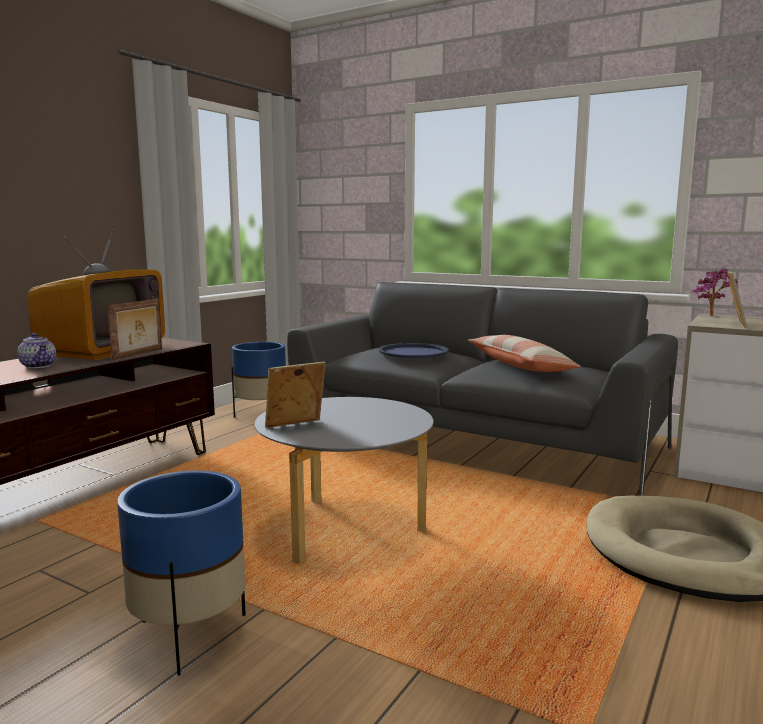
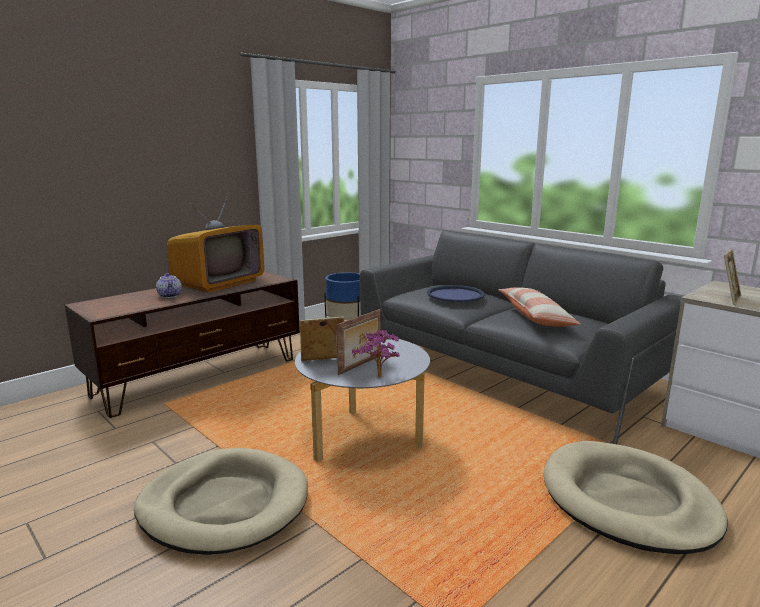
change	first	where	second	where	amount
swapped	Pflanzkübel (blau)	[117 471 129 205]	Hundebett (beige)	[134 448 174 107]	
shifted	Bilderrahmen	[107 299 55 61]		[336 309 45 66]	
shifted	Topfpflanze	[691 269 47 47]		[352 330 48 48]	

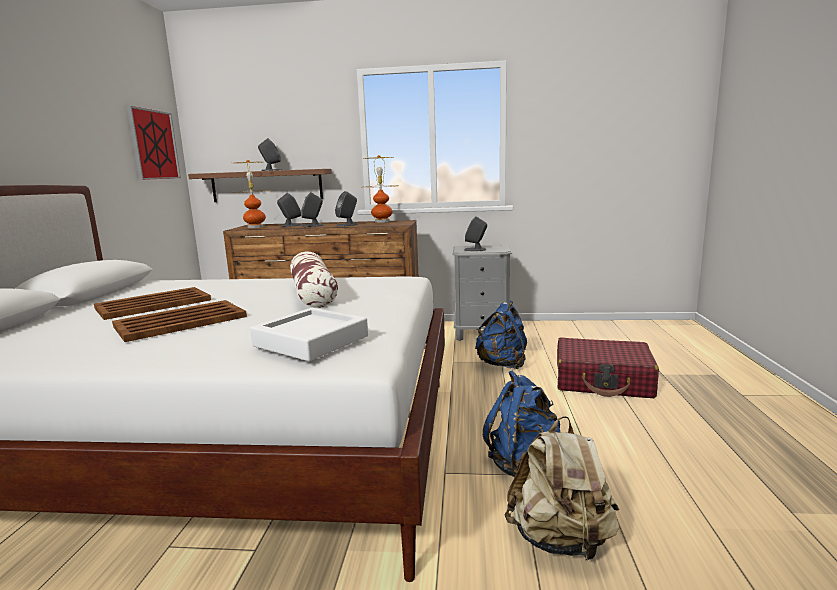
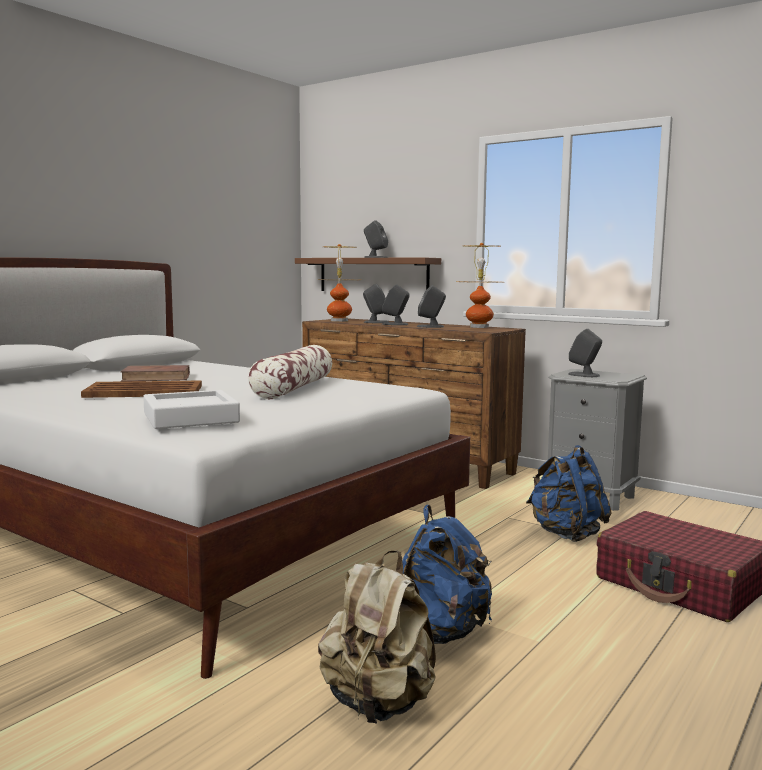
change	first	where	second	where	amount
swapped	Tablett (braun)	[94 287 117 33]	Buch (braun)	[120 365 70 17]	
gone	Bild	[127 106 54 74]			

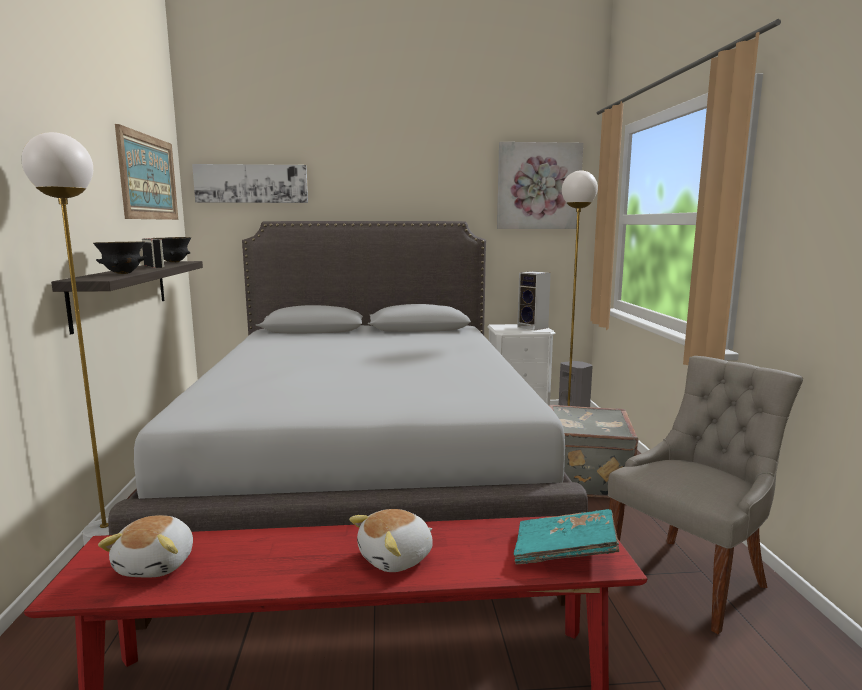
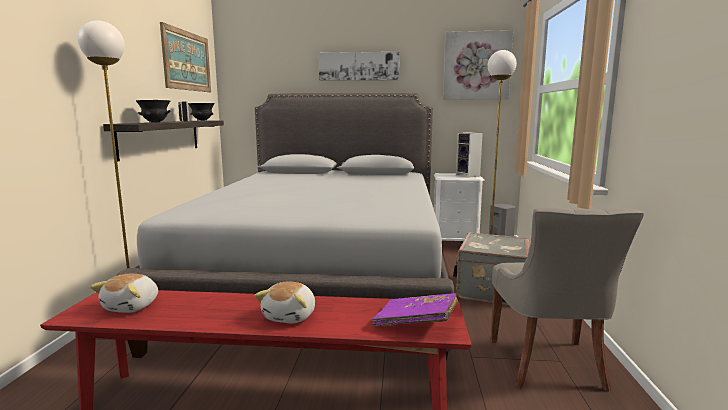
change	first	where	second	where	amount
rotated	Plüschtier	[349 509 84 63]		[254 282 61 41]	45 degrees counterclockwise
shifted	Bild	[192 164 116 39]		[319 52 80 29]	
repainted	Buch (türkis)	[514 509 105 56]	Buch (lila)	[372 293 86 33]	
rotated	Stuhl (grau)	[608 356 195 278]		[491 207 153 185]	120 degrees clockwise

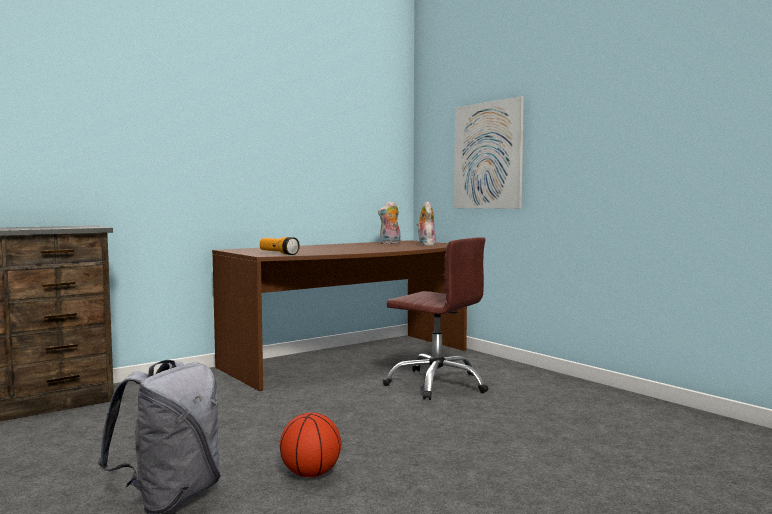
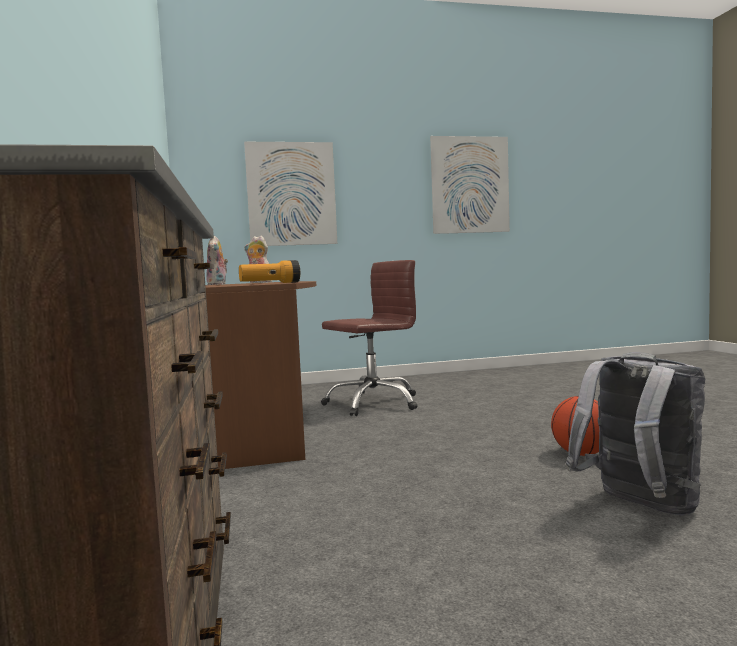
change	first	where	second	where	amount
new			Bild	[430 136 80 98]	

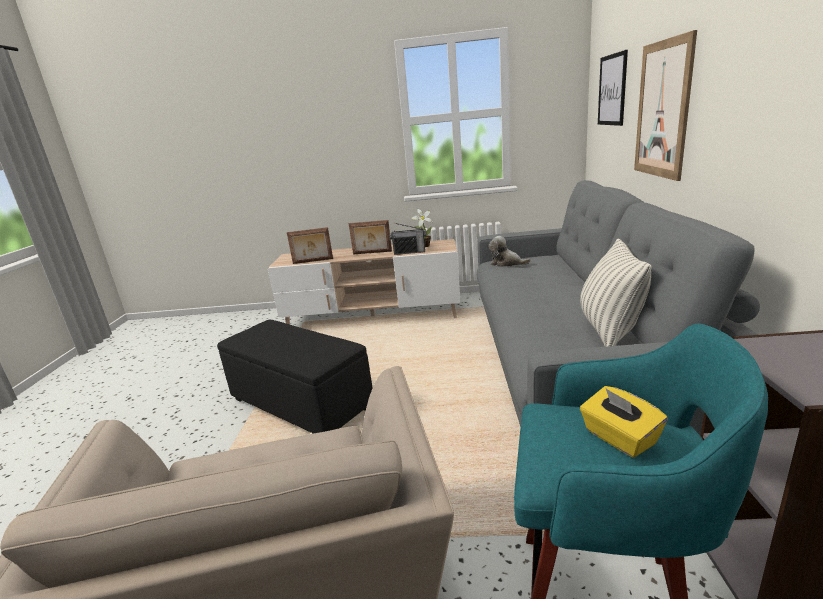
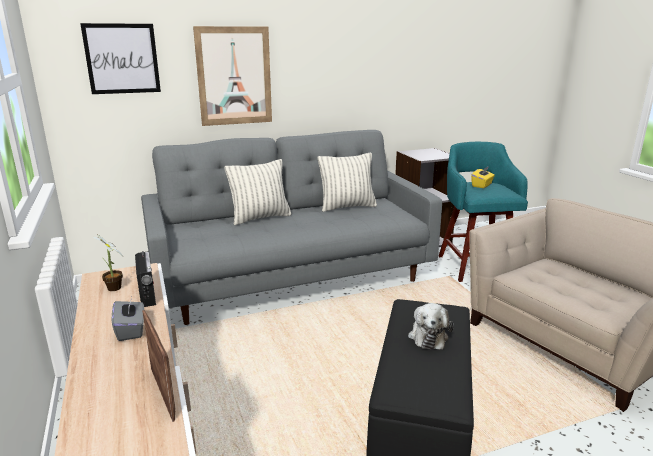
change	first	where	second	where	amount
swapped	Bilderrahmen	[349 220 43 34]	Taschentuchbox (grau)	[112 297 32 44]	
new			Kissen	[225 159 67 66]	
shifted	Plüschtier	[489 236 42 31]		[408 303 46 46]	

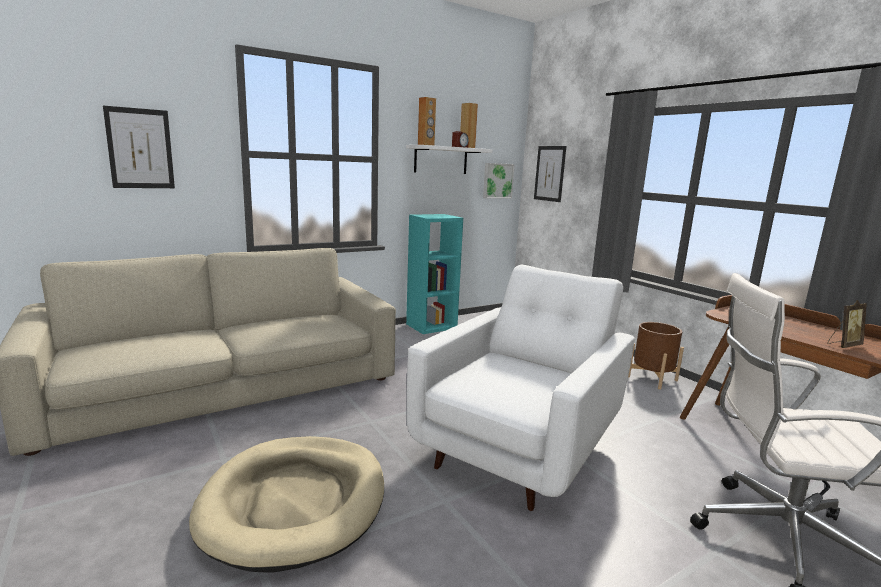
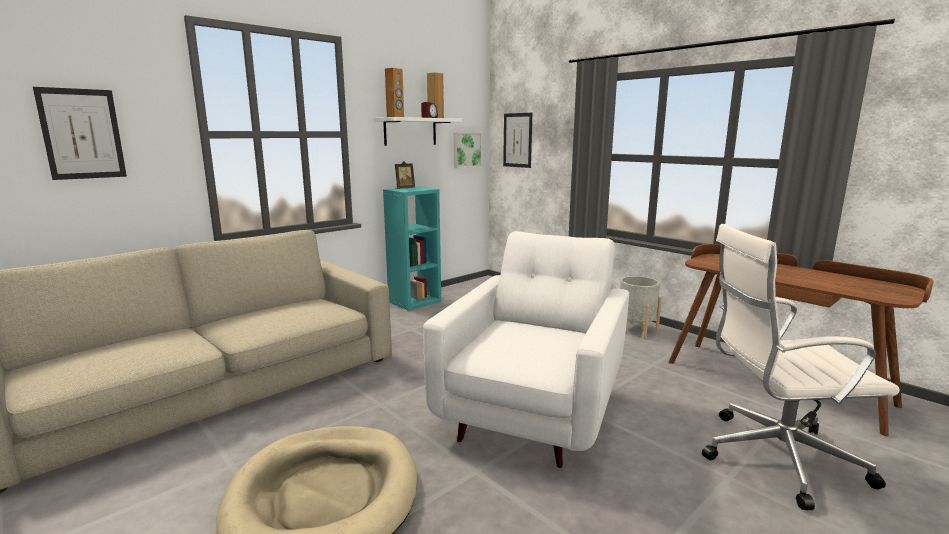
change	first	where	second	where	amount
shifted	Bilderrahmen	[827 300 40 48]		[395 161 20 28]	
repainted	Pflanzkübel (braun)	[628 322 56 68]	Pflanzkübel (grau)	[620 276 42 63]	

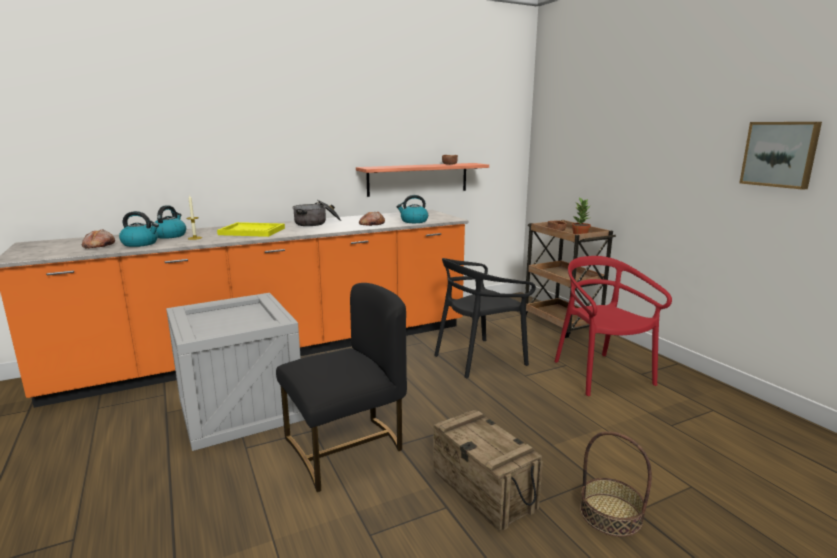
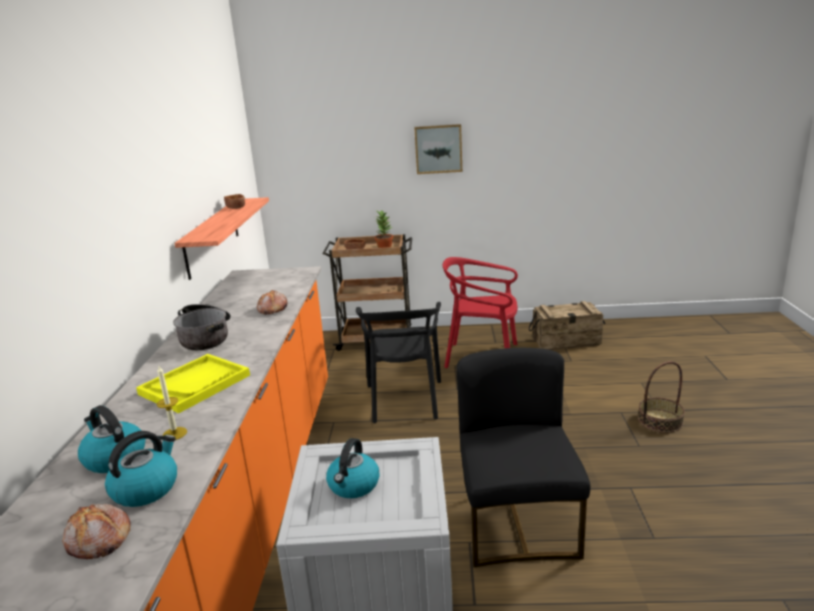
change	first	where	second	where	amount
shifted	Wasserkessel	[396 195 32 28]		[326 438 53 60]	
shifted	Bild	[740 122 82 68]		[414 124 48 50]	
shifted	Kiste	[433 409 110 122]		[529 301 76 49]	

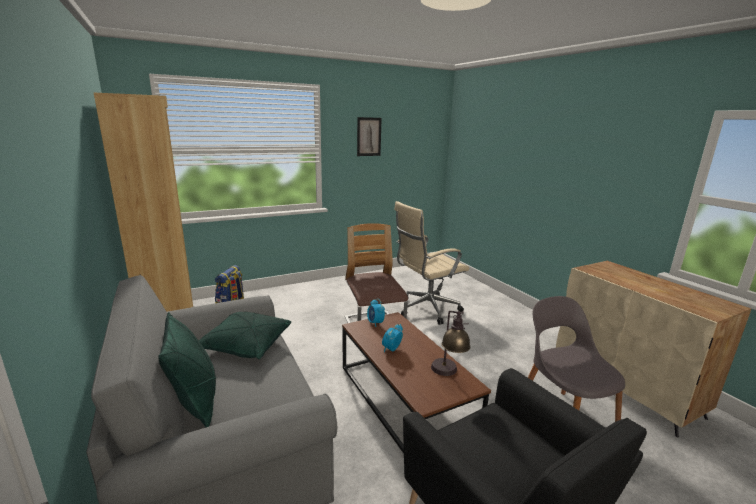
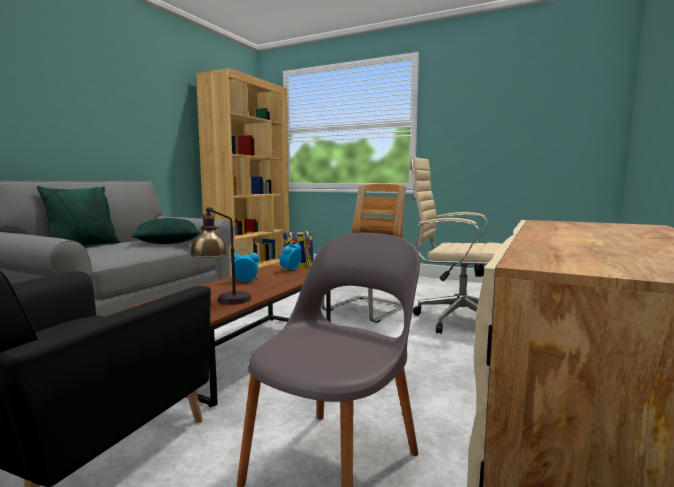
change	first	where	second	where	amount
gone	Bild	[357 117 25 39]			

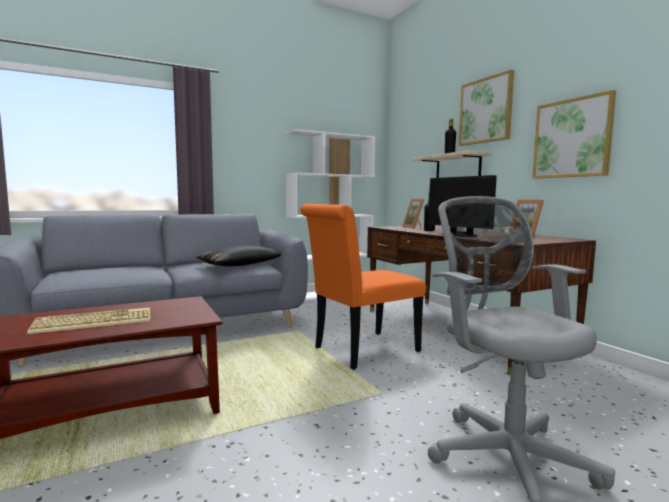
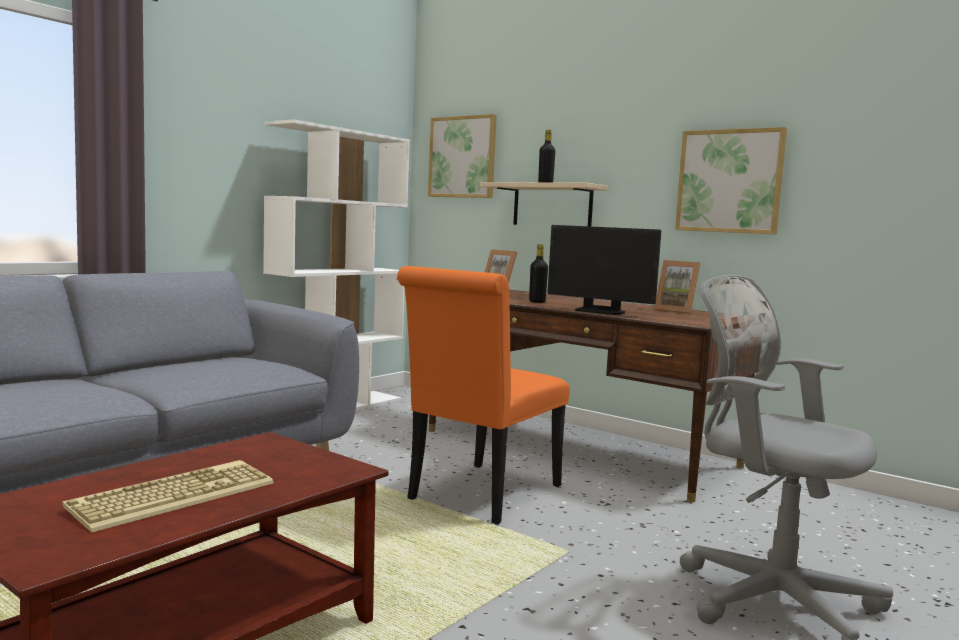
change	first	where	second	where	amount
shifted	Bild	[459 70 55 76]		[428 114 69 84]	
gone	Kissen (schwarz)	[196 245 85 21]			

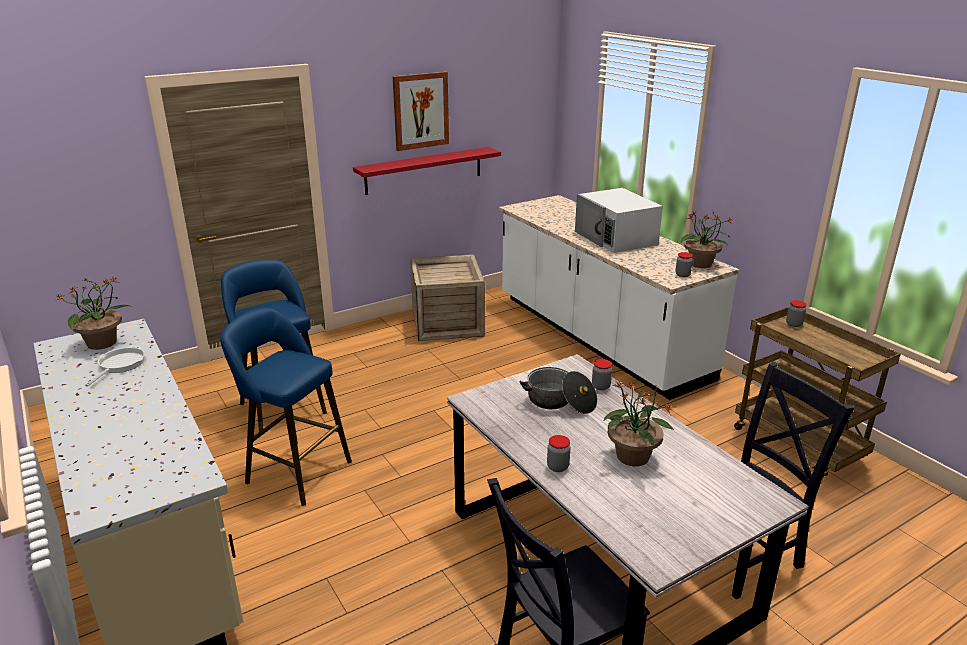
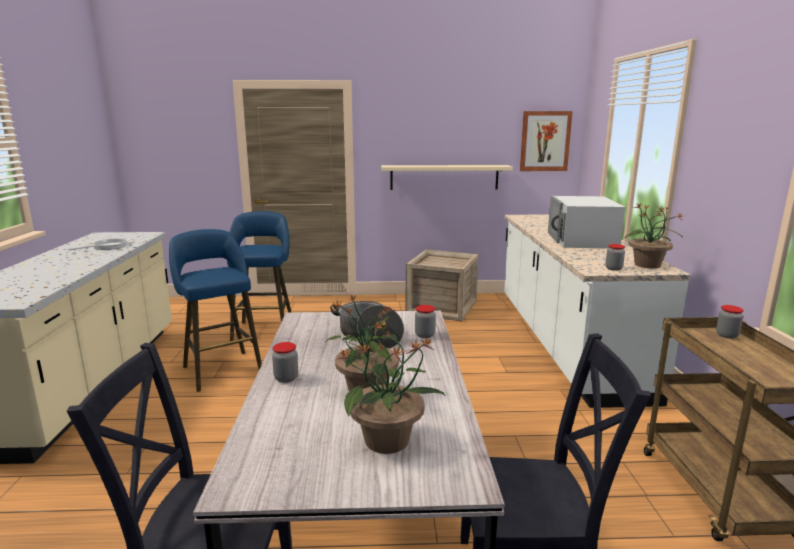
change	first	where	second	where	amount
shifted	Topfpflanze	[55 276 77 74]		[337 331 109 123]	
repainted	Wandregal (rot)	[353 147 148 48]	Wandregal (beige)	[381 165 132 25]	
shifted	Bild	[393 72 56 79]		[520 111 53 60]	

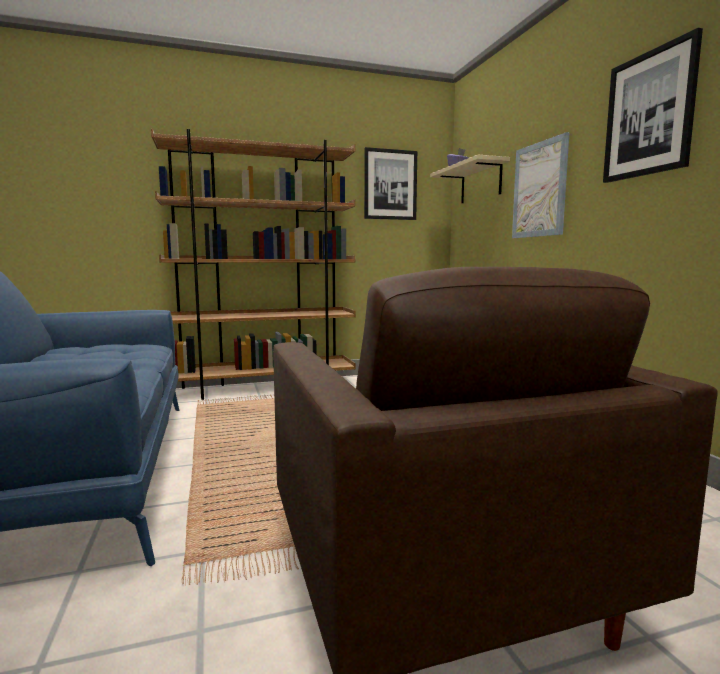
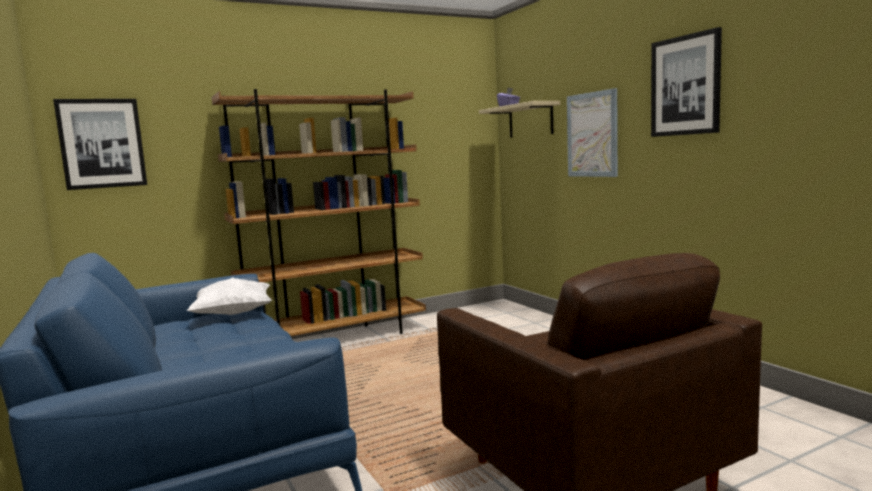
change	first	where	second	where	amount
shifted	Bild	[364 147 53 73]		[53 99 94 91]	
new			Kissen (weiß)	[186 277 86 38]	

